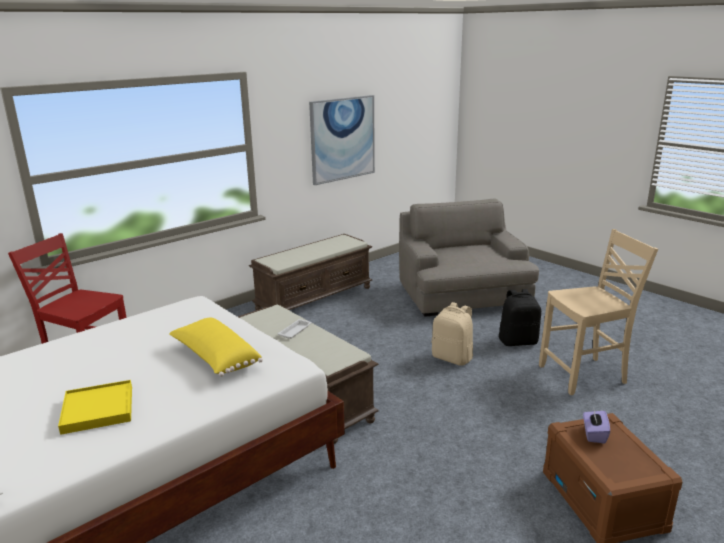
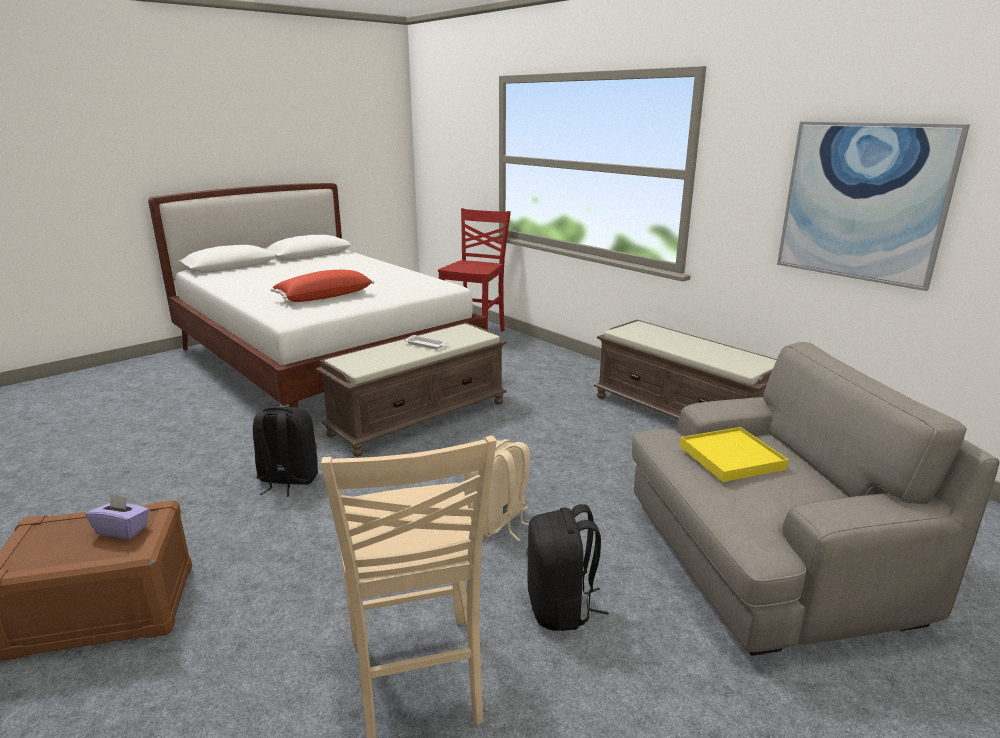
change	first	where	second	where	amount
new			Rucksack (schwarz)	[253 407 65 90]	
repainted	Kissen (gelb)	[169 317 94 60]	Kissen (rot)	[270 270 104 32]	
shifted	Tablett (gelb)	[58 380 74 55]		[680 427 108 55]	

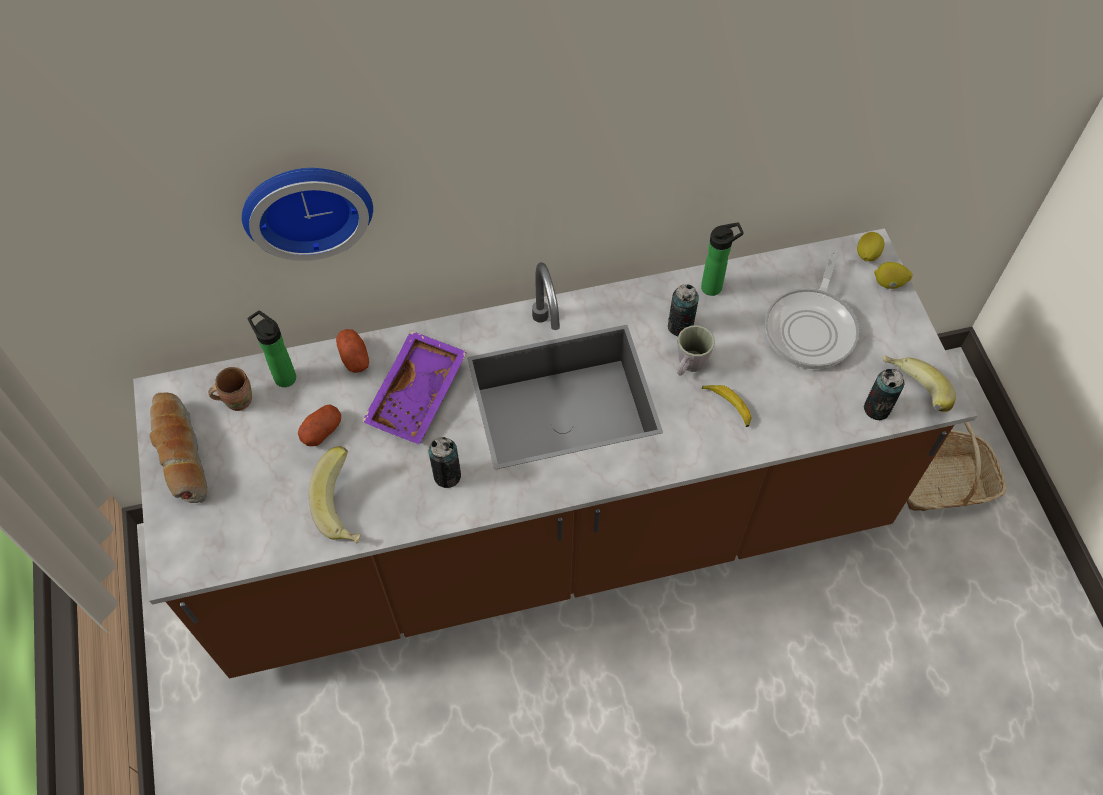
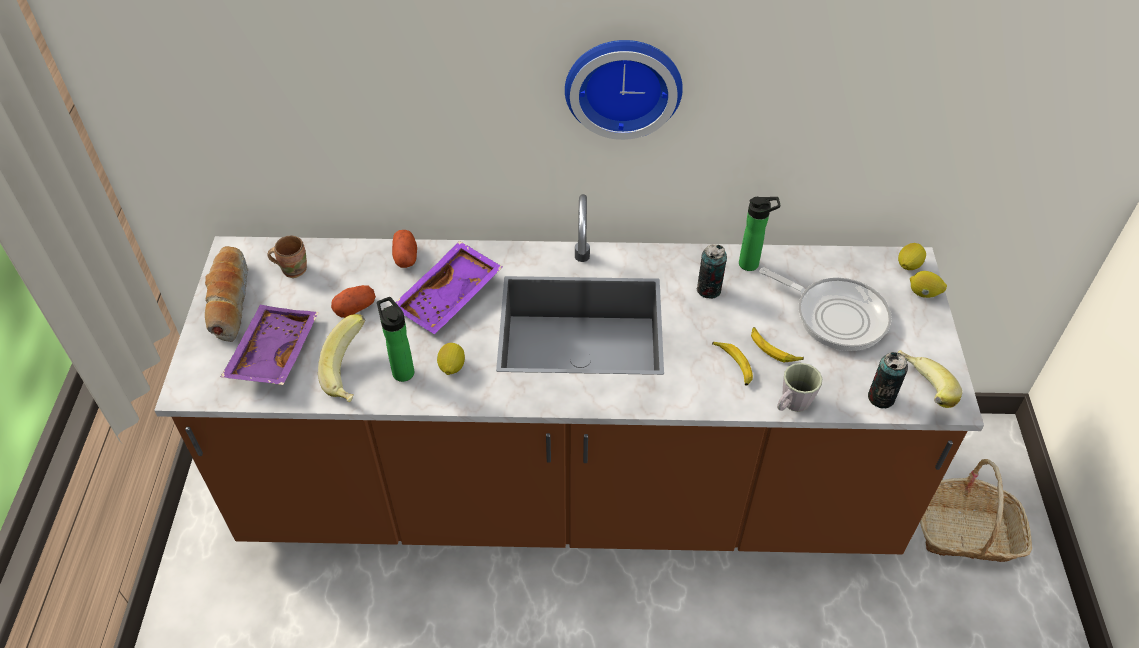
change	first	where	second	where	amount
new			Tablett (lila)	[221 305 98 80]	
shifted	Flasche	[248 310 48 77]		[377 297 37 85]	
swapped	Dose	[429 437 32 51]	Zitrone	[437 343 28 32]	
shifted	Wanduhr	[242 168 131 93]		[565 40 118 100]	
new			Banane	[751 327 53 36]	
rotated	Pfanne	[765 251 94 118]		[760 267 132 84]	90 degrees counterclockwise
shifted	Henkelbecher (grau)	[677 325 38 51]		[777 363 46 49]	

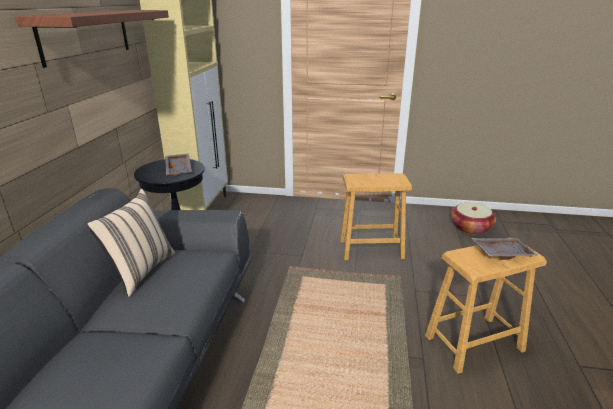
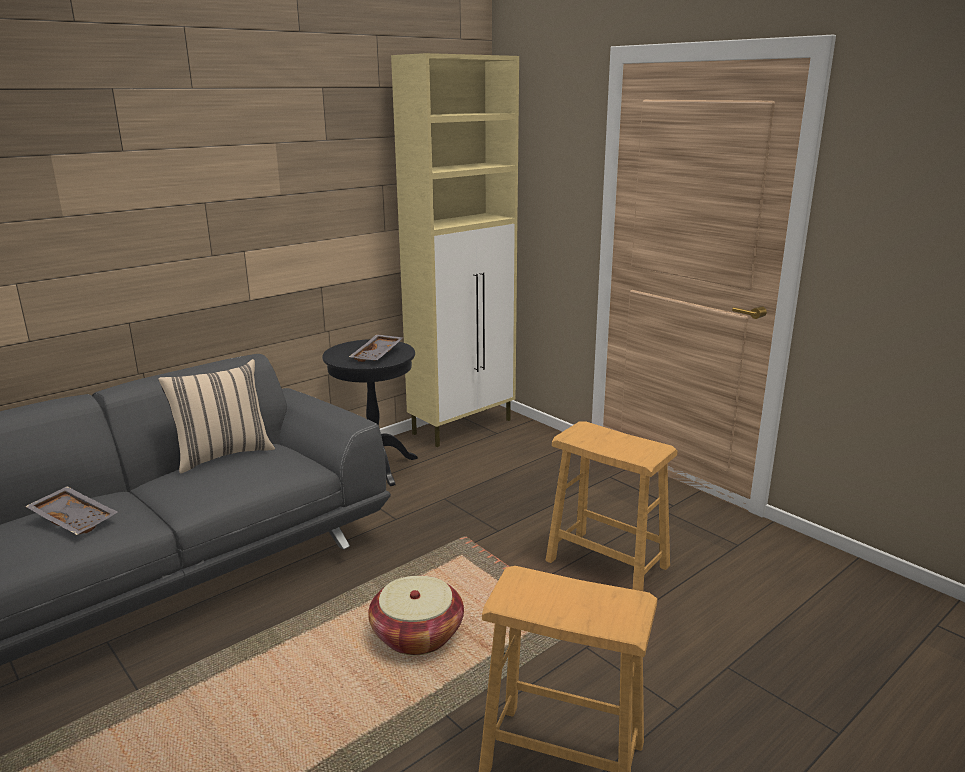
change	first	where	second	where	amount
shifted	Tablett (grau)	[471 238 67 22]		[25 486 92 49]	
shifted	Korb	[451 202 45 33]		[368 576 96 79]	
gone	Wandregal	[15 10 154 58]			

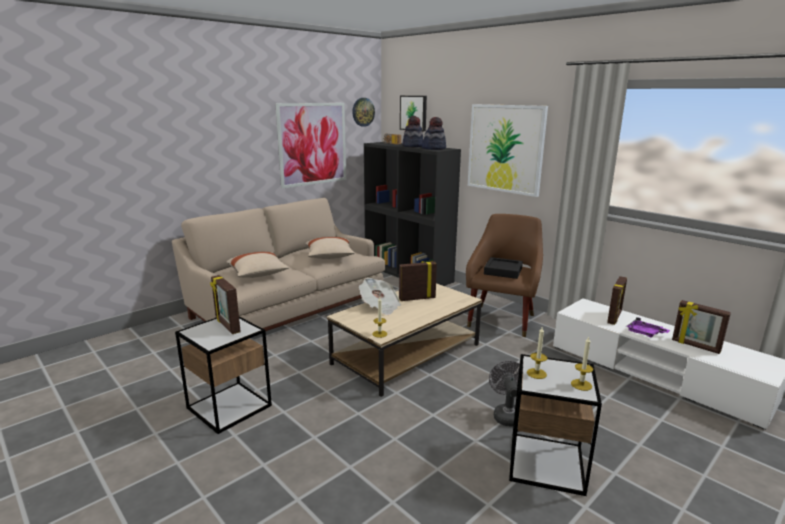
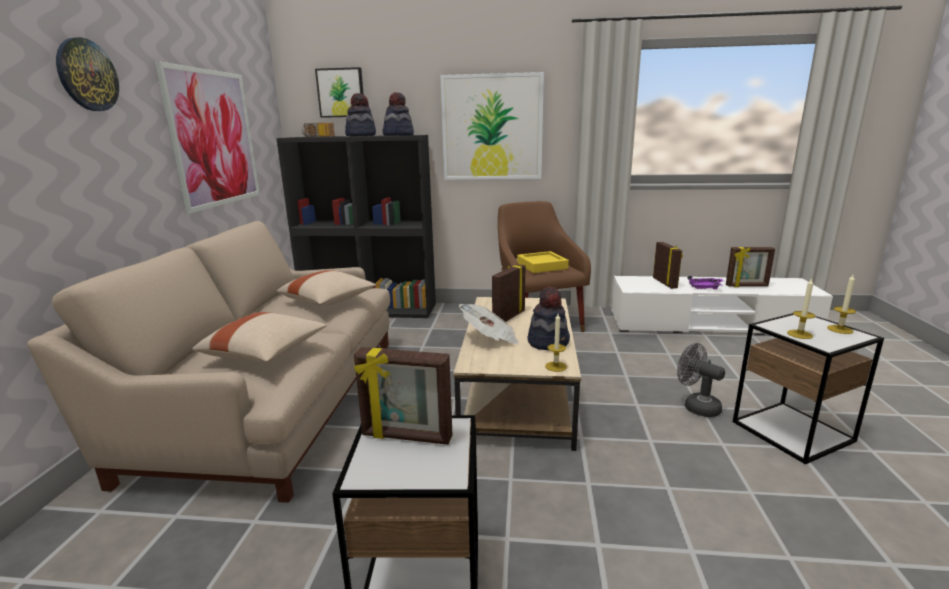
change	first	where	second	where	amount
shifted	Wanduhr	[352 98 23 29]		[56 37 63 74]	
repainted	Tablett (schwarz)	[484 257 39 22]	Tablett (gelb)	[517 251 52 22]	
new			Hut	[527 286 43 64]	

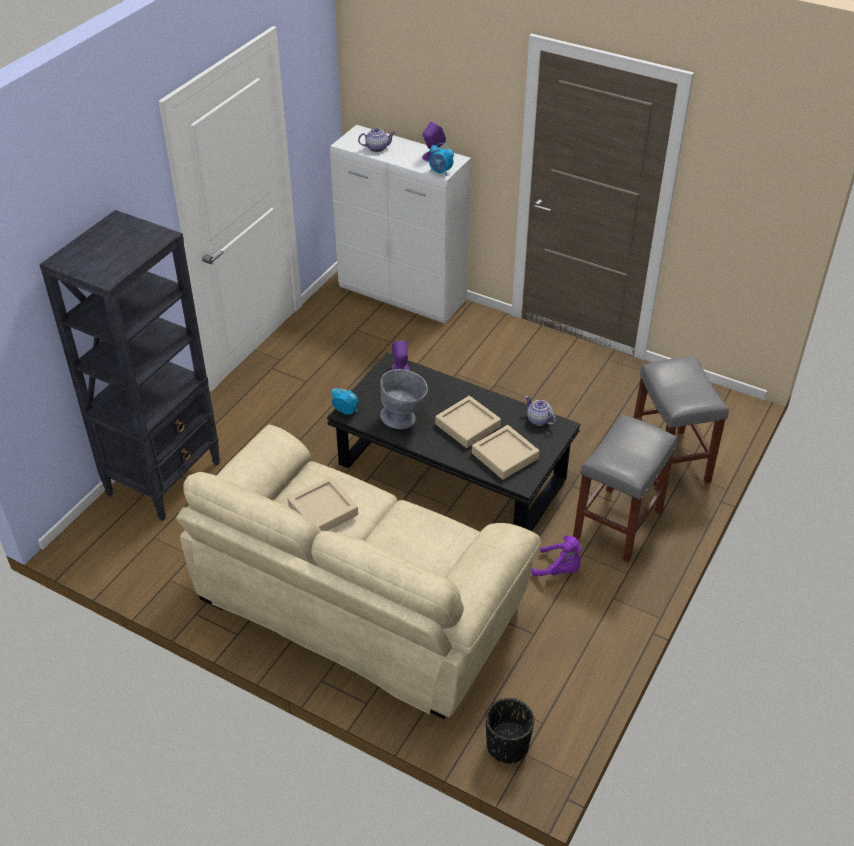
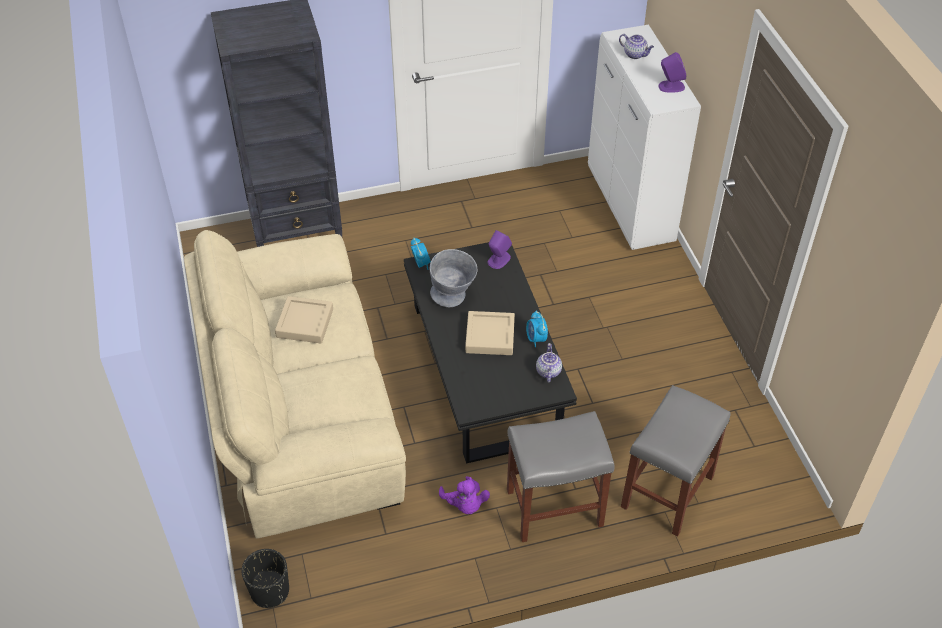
change	first	where	second	where	amount
shifted	Wecker	[429 143 25 33]		[526 311 22 36]	
gone	Tablett (beige)	[472 425 67 55]			

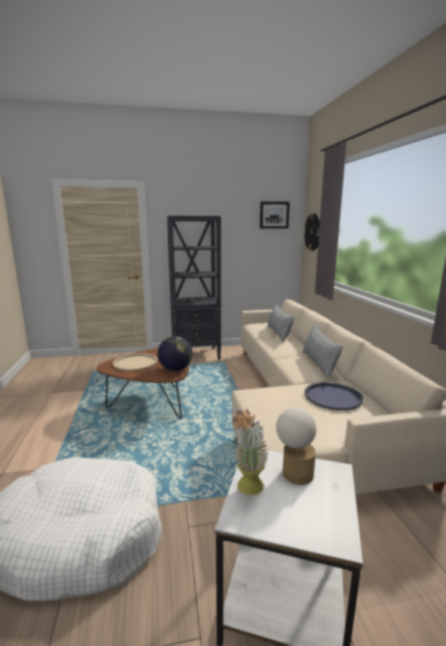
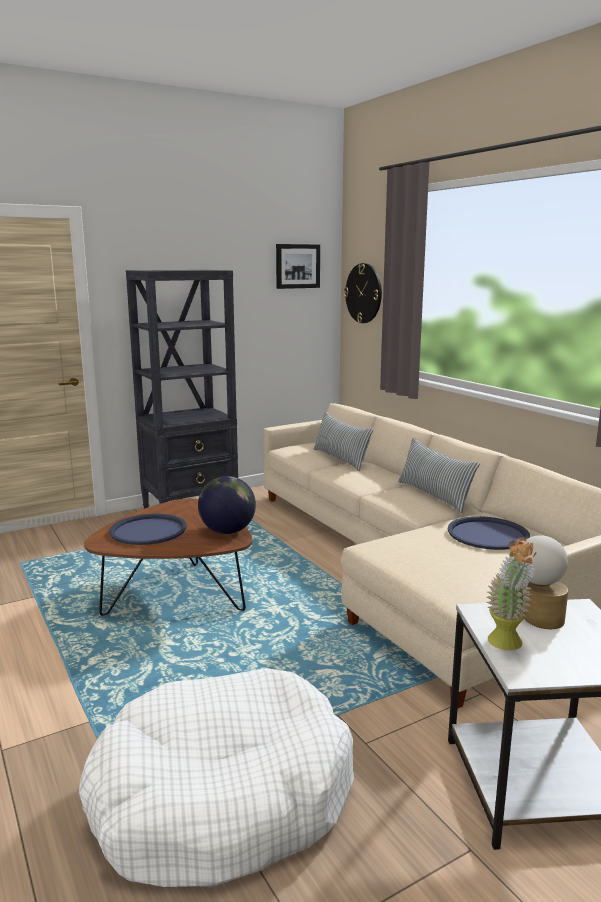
change	first	where	second	where	amount
repainted	Tablett (beige)	[113 353 45 18]	Tablett (blau)	[109 514 78 31]	

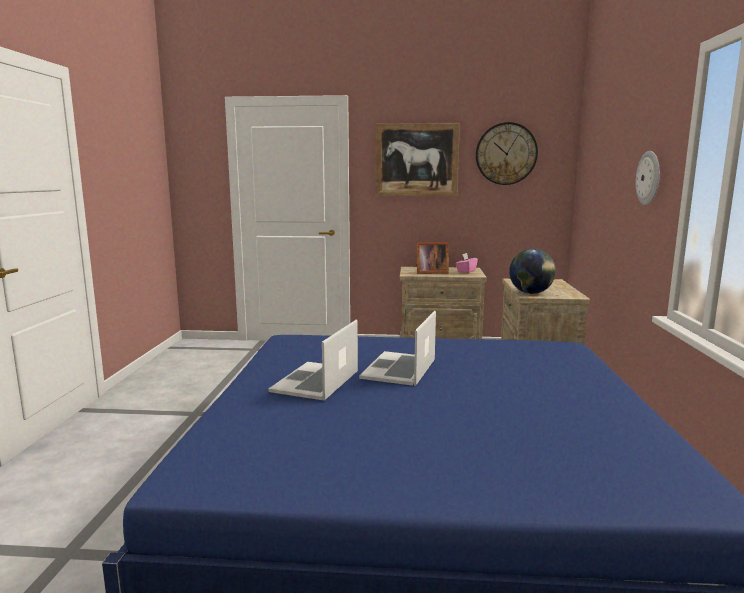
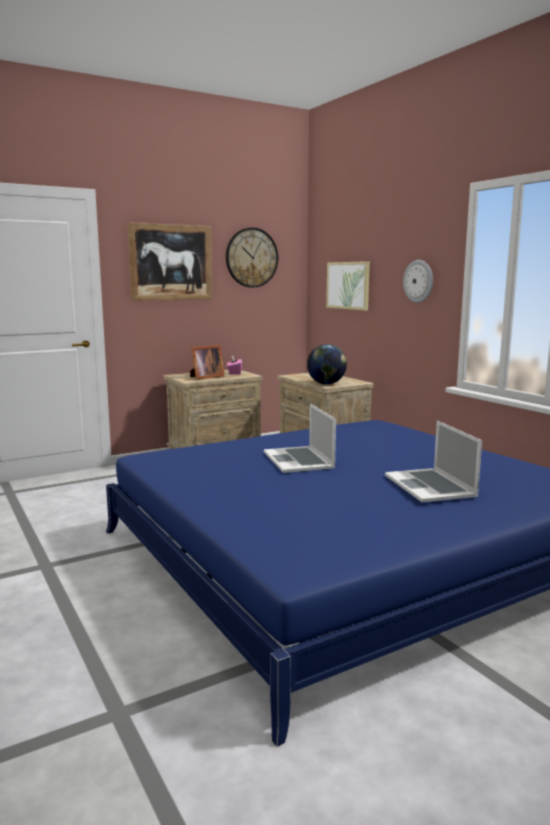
change	first	where	second	where	amount
new			Bild	[326 261 44 50]	
shifted	Laptop	[268 320 90 80]		[385 421 97 81]	

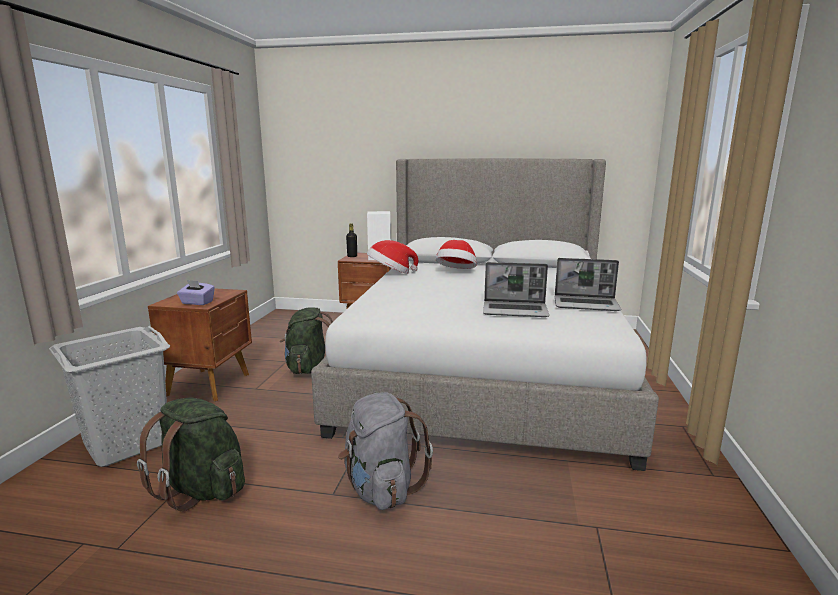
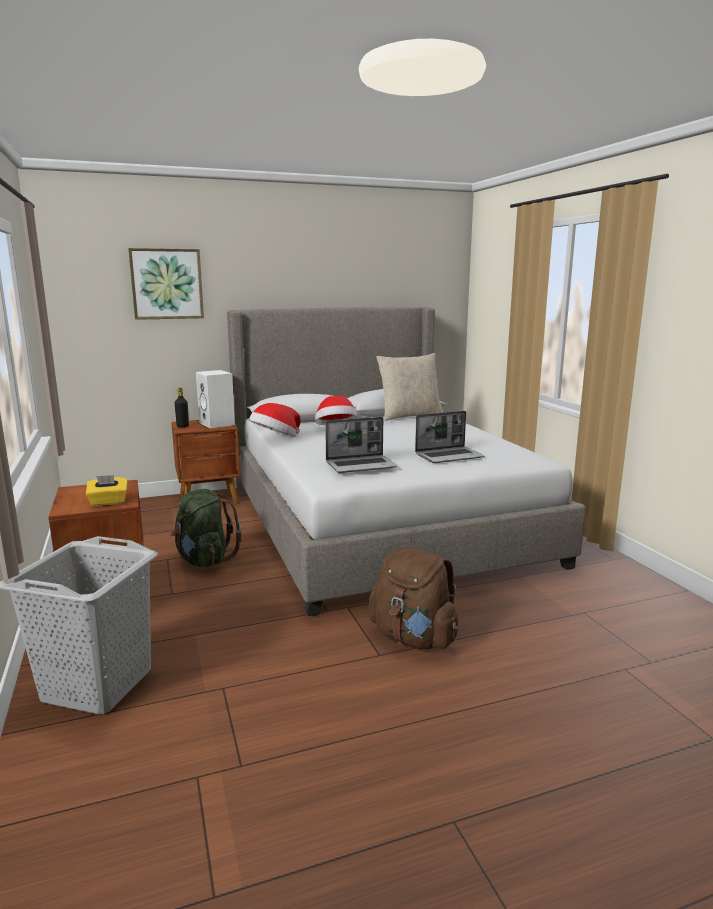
change	first	where	second	where	amount
repainted	Taschentuchbox (lila)	[177 280 38 25]	Taschentuchbox (gelb)	[86 475 42 31]	
new			Bild	[128 248 76 72]	
shifted	Laptop	[555 258 66 53]		[325 417 72 56]	
repainted	Rucksack (grau)	[338 392 95 118]	Rucksack (braun)	[368 547 90 102]	
new			Kissen (beige)	[376 353 67 68]	
gone	Rucksack (grün)	[137 397 108 114]			

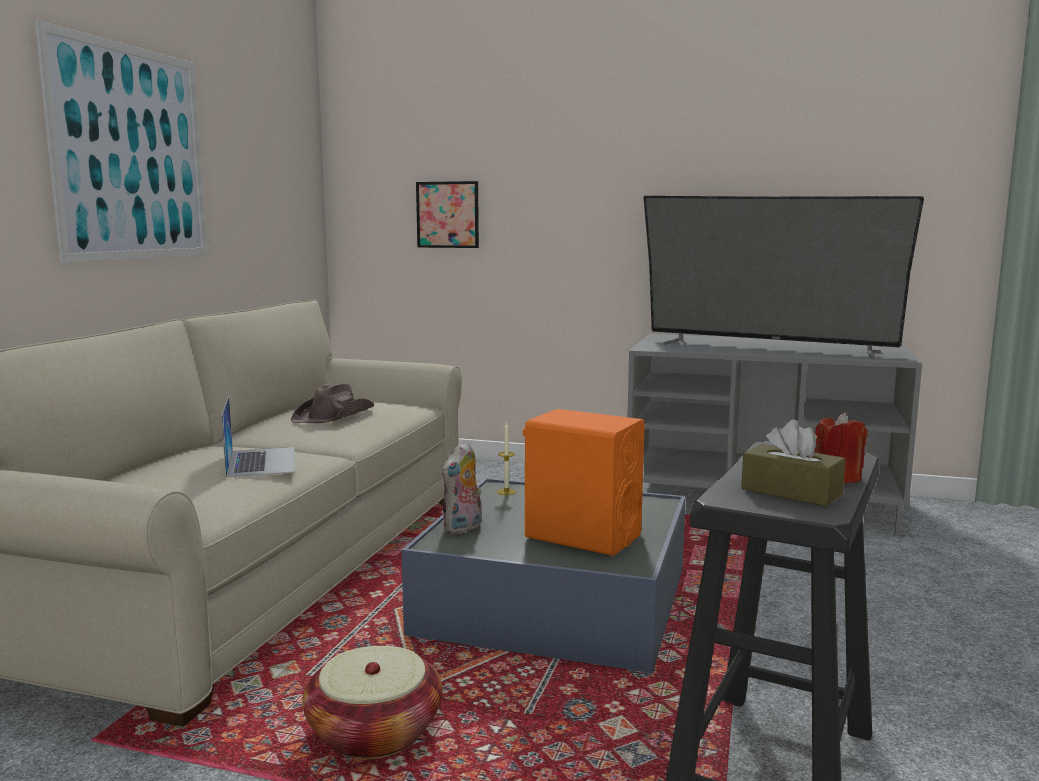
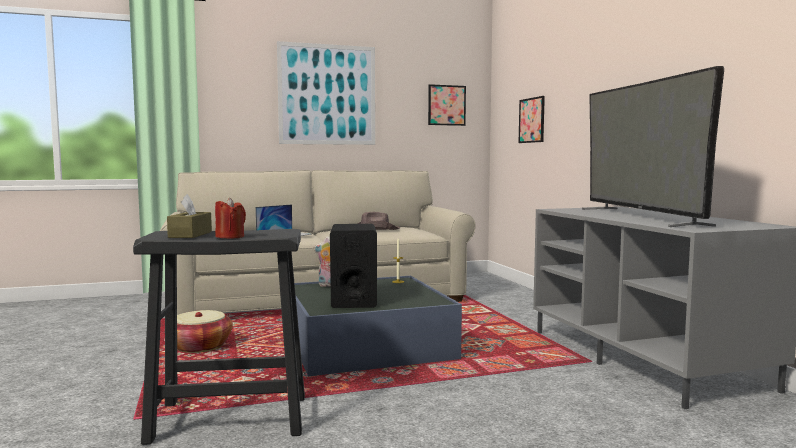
change	first	where	second	where	amount
repainted	Lautsprecher (orange)	[523 409 122 147]	Lautsprecher (schwarz)	[330 224 47 84]	
new			Bild	[428 84 38 42]	

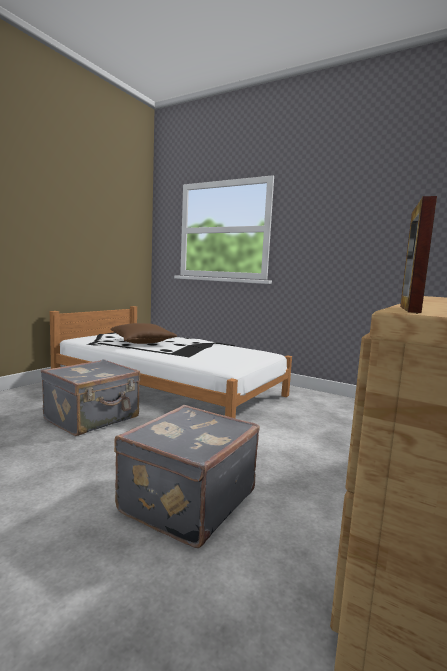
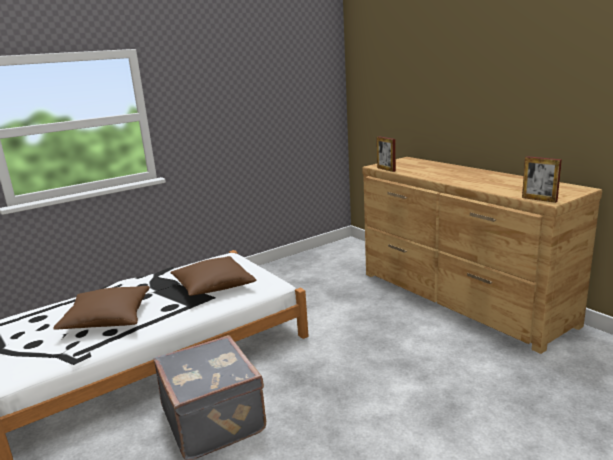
change	first	where	second	where	amount
new			Kissen (braun)	[170 256 86 40]	
new			Bilderrahmen	[377 136 19 36]	
gone	Koffer (grau)	[114 405 146 143]			

